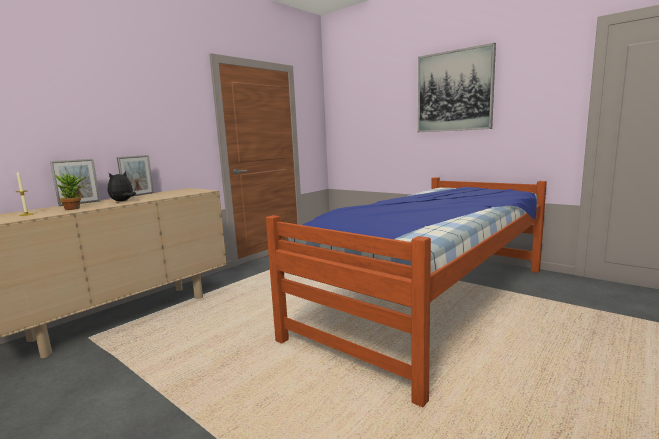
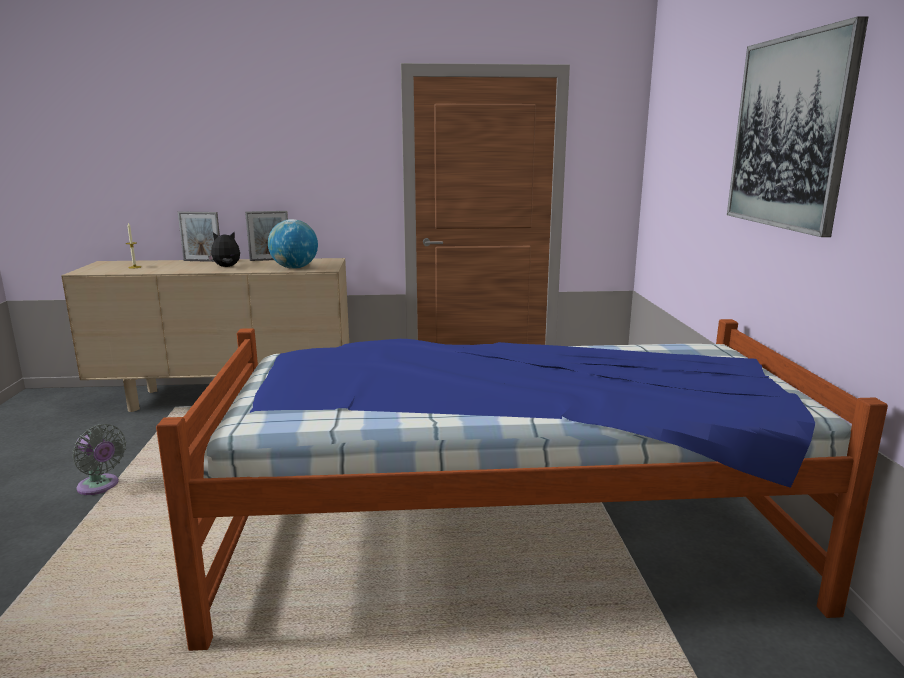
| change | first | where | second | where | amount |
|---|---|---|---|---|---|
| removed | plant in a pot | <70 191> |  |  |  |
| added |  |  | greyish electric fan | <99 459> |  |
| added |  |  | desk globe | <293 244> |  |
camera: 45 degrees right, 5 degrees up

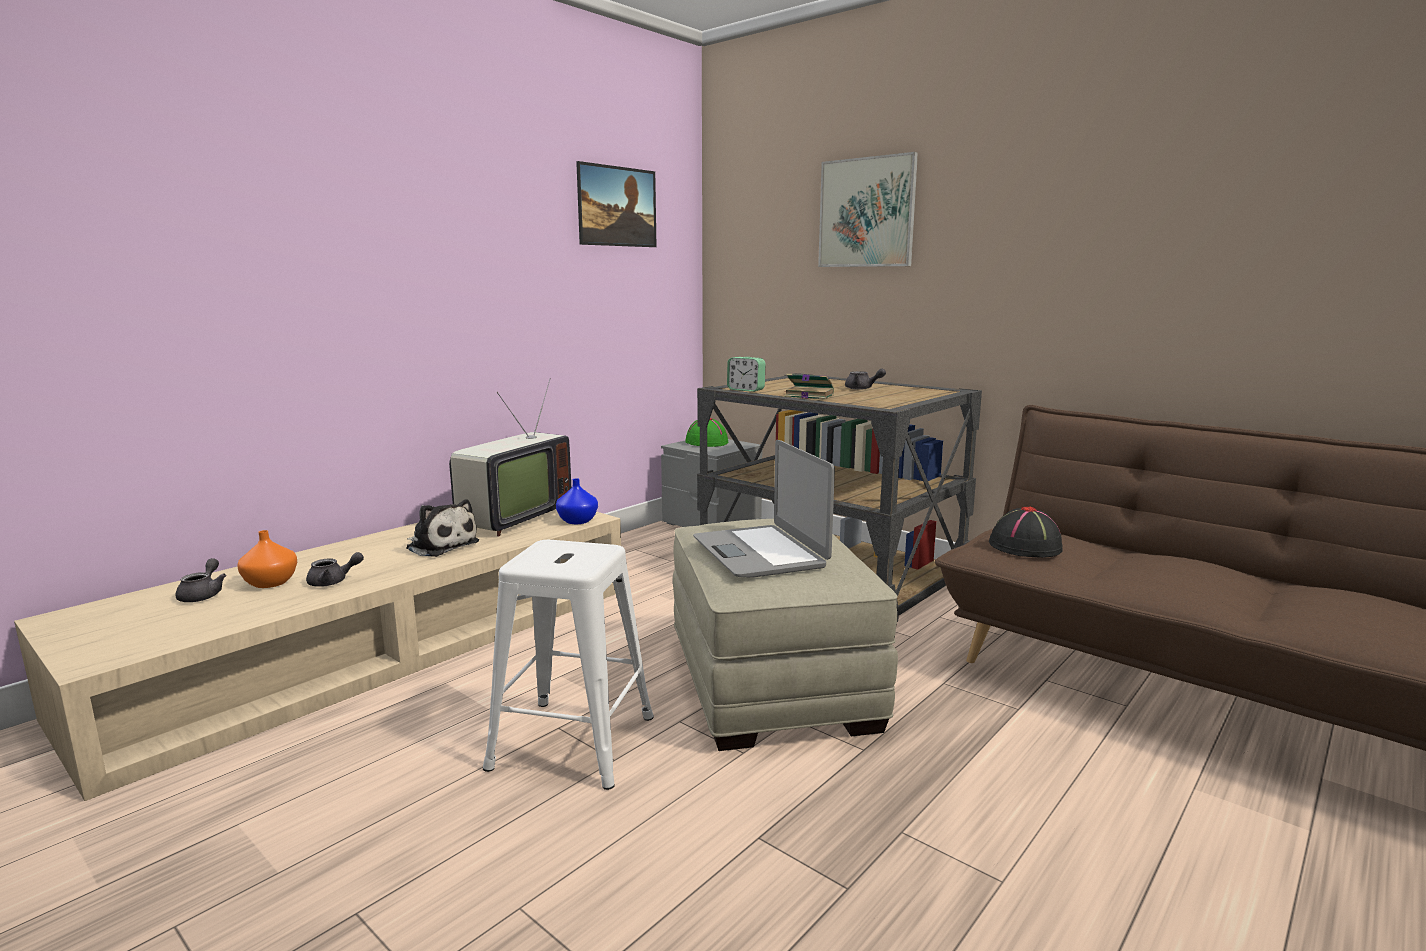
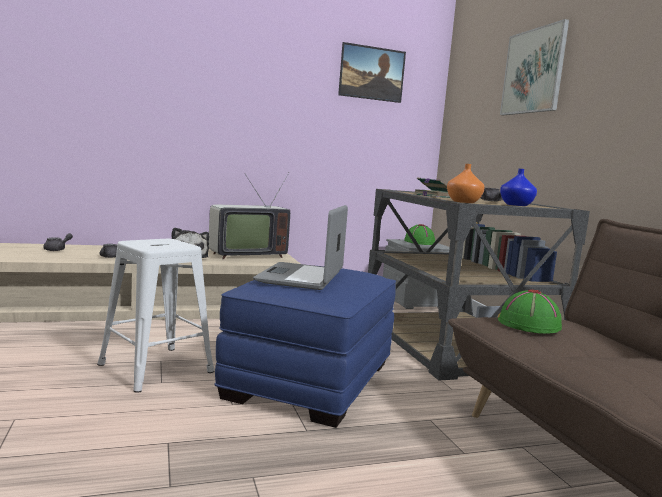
| change | first | where | second | where | amount |
|---|---|---|---|---|---|
| moved | orangey decorative vase | <267 559> |  | <466 183> |  |
| moved | bluish decorative vase | <577 501> |  | <518 187> |  |
| recoloured | beige-coloured pouffe | <785 635> | bluish pouffe | <305 347> |  |
| removed | table clock | <746 374> |  |  |  |
| recoloured | black hat | <1026 532> | green-coloured hat | <530 311> |  |
camera: 30 degrees right, 5 degrees down

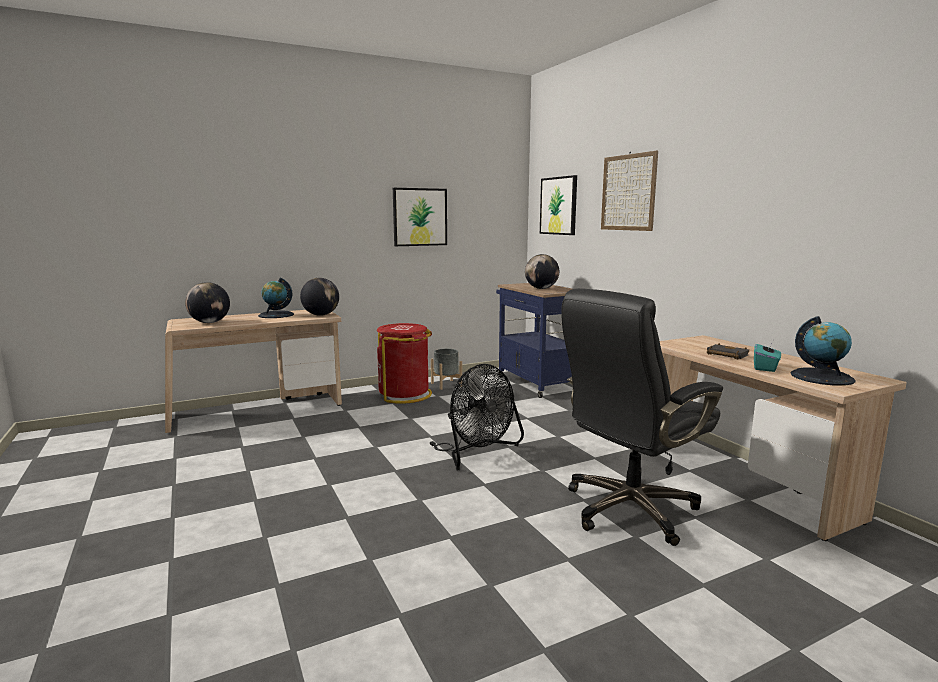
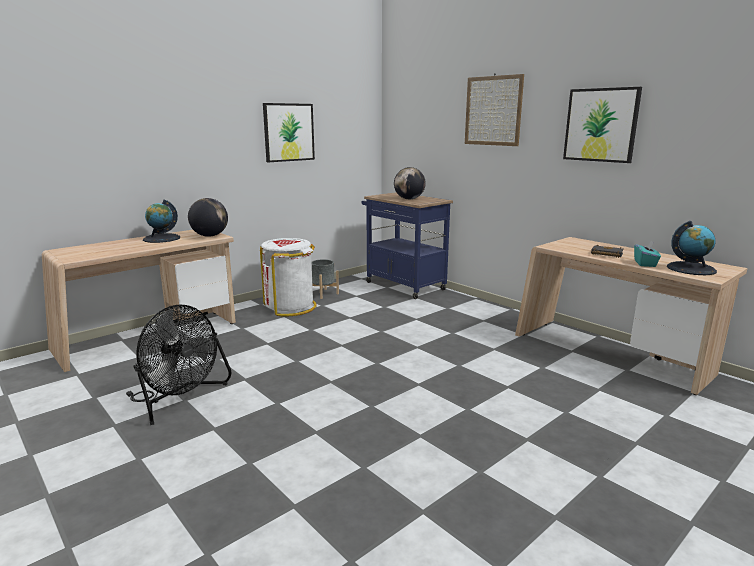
| change | first | where | second | where | amount |
|---|---|---|---|---|---|
| removed | desk globe | <207 302> |  |  |  |
| recoloured | red-coloured waste bin | <404 363> | white waste bin | <288 277> |  |
| moved | black electric fan | <477 417> |  | <178 365> |  |
| moved | wall art | <558 205> |  | <602 125> |  |
| removed | black office chair | <642 417> |  |  |  |
camera: 15 degrees left, 5 degrees up

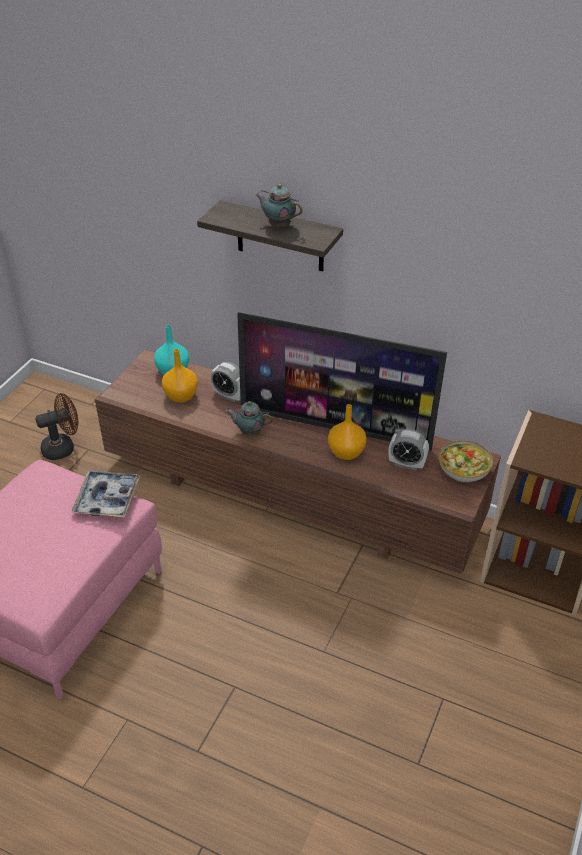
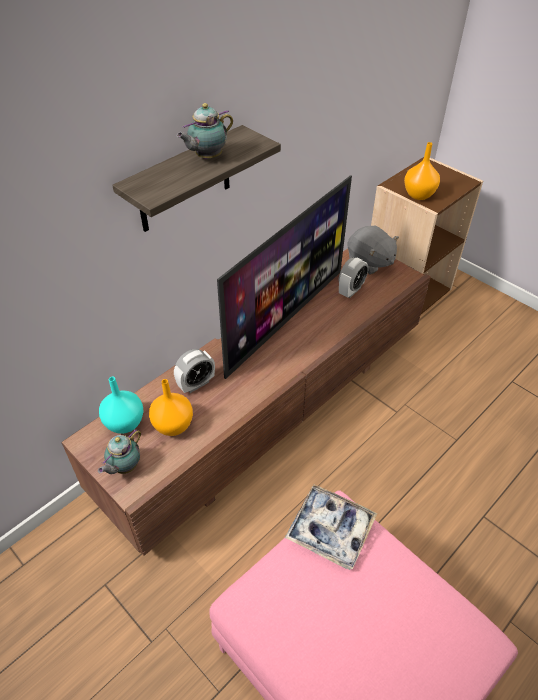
| change | first | where | second | where | amount |
|---|---|---|---|---|---|
| removed | brownish electric fan | <57 426> |  |  |  |
| moved | pot for tea | <249 418> |  | <119 451> |  |
| moved | orangey decorative vase | <347 432> |  | <422 171> |  |
| replaced | serving bowl | <466 461> | greyish cuddly toy | <373 250> |  |
camera: 70 degrees left, 5 degrees up

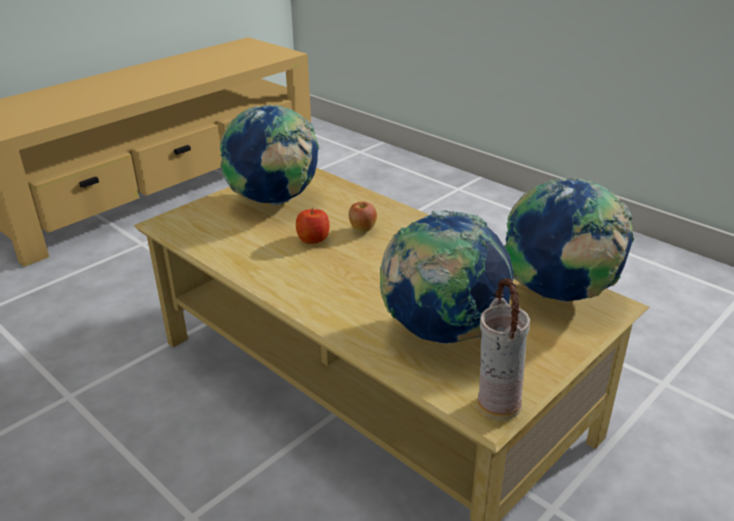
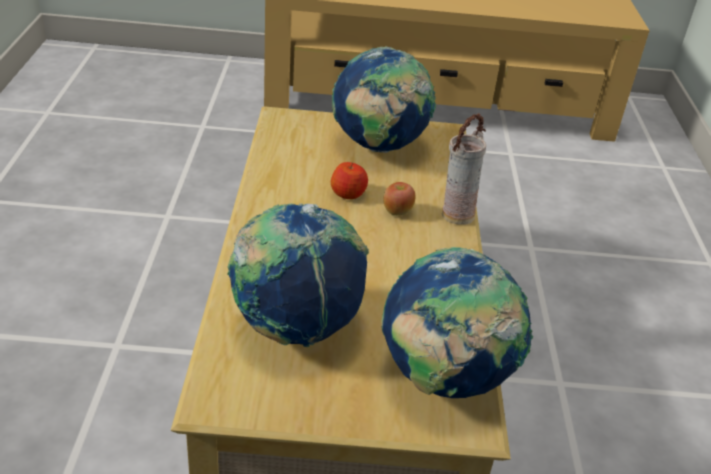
| change | first | where | second | where | amount |
|---|---|---|---|---|---|
| moved | decorative vase | <503 349> |  | <464 169> |  |
camera: 45 degrees right, 5 degrees up

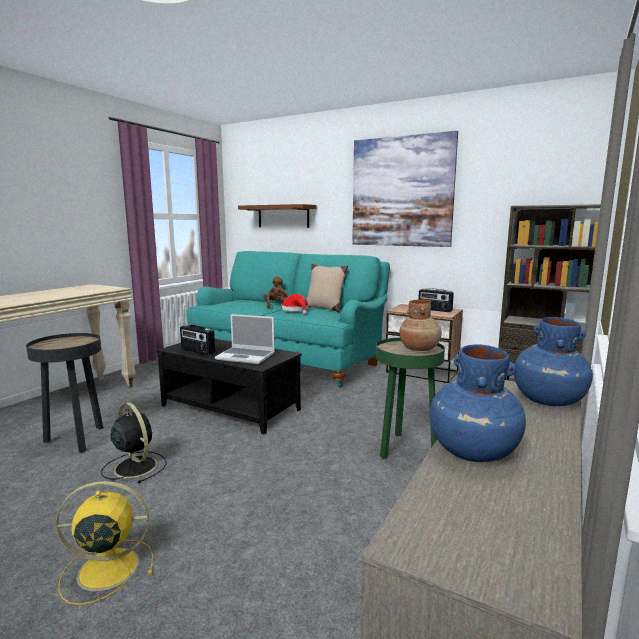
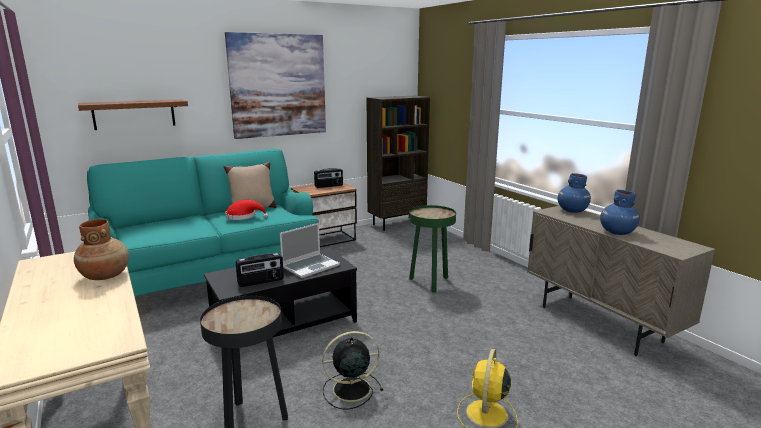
| change | first | where | second | where | amount |
|---|---|---|---|---|---|
| removed | brownish cuddly toy | <276 292> |  |  |  |
| moved | brownish decorative vase | <421 325> |  | <101 249> |  |
camera: 60 degrees left, 5 degrees up

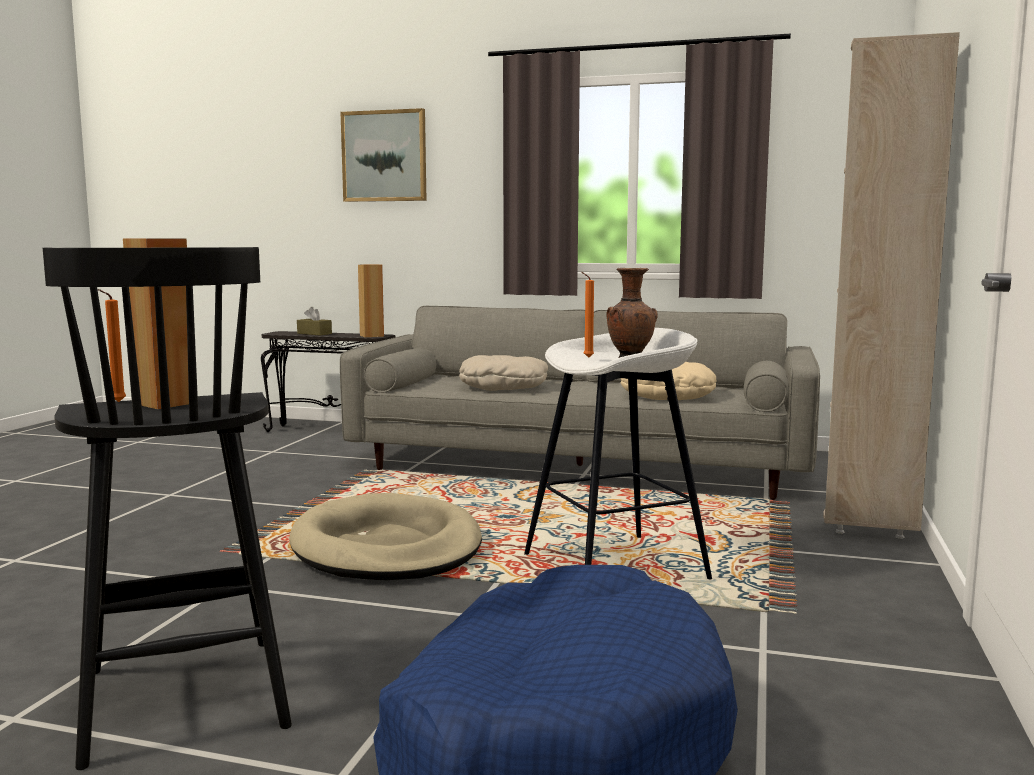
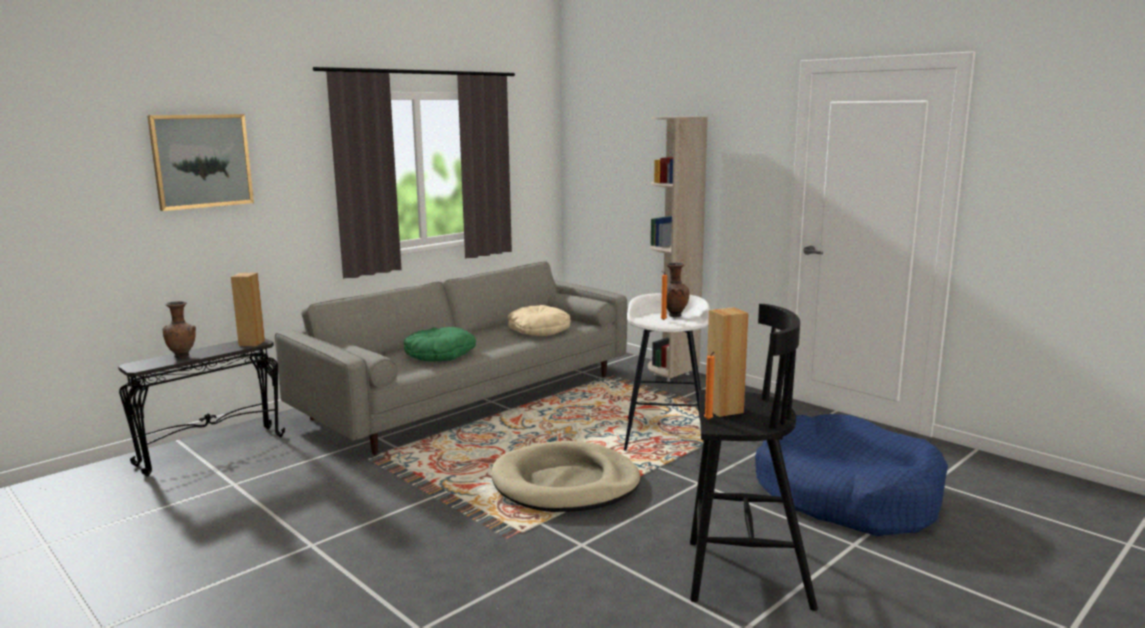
| change | first | where | second | where | amount |
|---|---|---|---|---|---|
| replaced | brownish tissue holder | <314 321> | brownish decorative vase | <179 330> |  |
| recoloured | beige-coloured cushion | <503 373> | green-coloured cushion | <440 344> |  |
camera: 60 degrees left, 5 degrees up

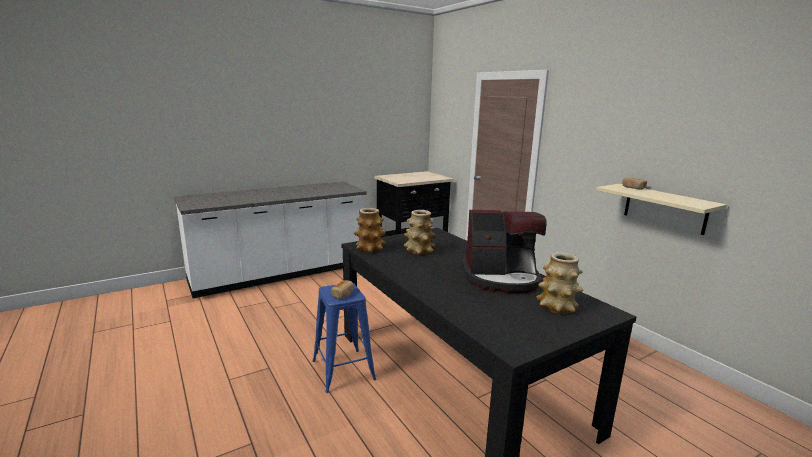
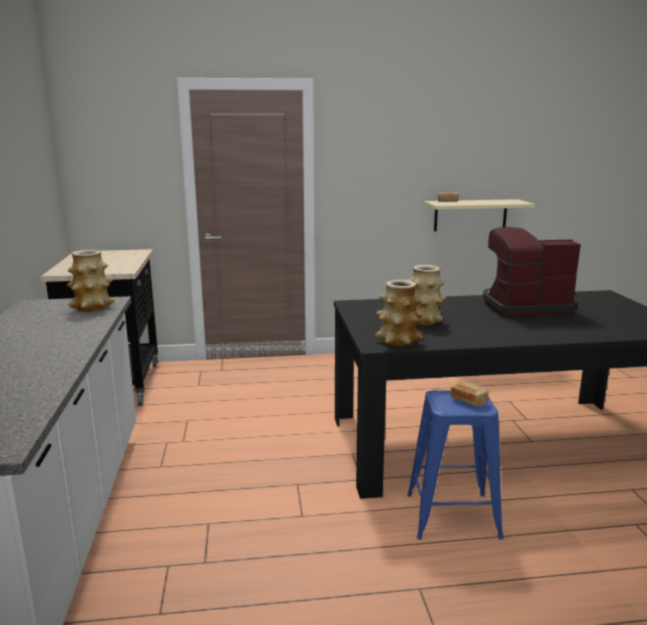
| change | first | where | second | where | amount |
|---|---|---|---|---|---|
| turned | coffee brewer | <503 251> |  | <532 272> | 120 degrees counterclockwise |
| moved | decorative vase | <559 283> |  | <91 281> |  |
camera: 65 degrees left, 0 degrees up

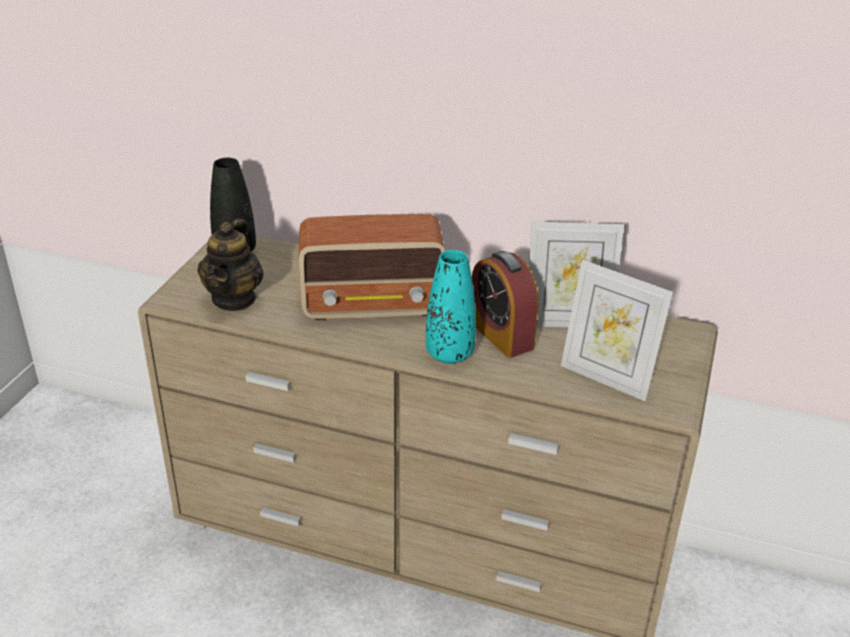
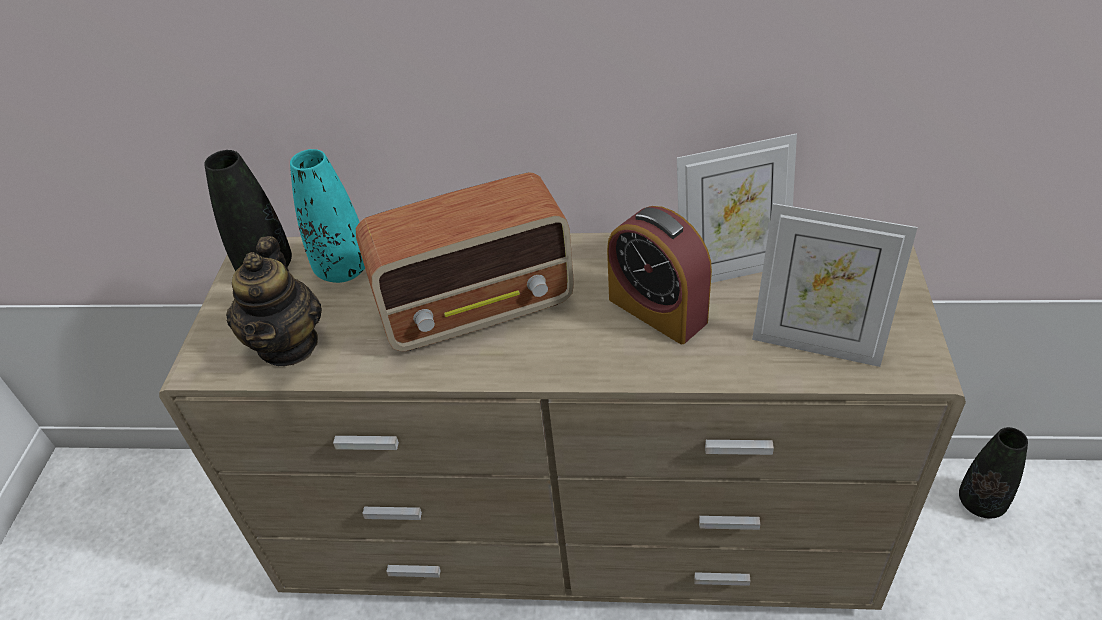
| change | first | where | second | where | amount |
|---|---|---|---|---|---|
| moved | turquoise decorative vase | <451 307> |  | <327 216> |  |
| added |  |  | black decorative vase | <993 473> |  |
camera: 10 degrees left, 10 degrees up

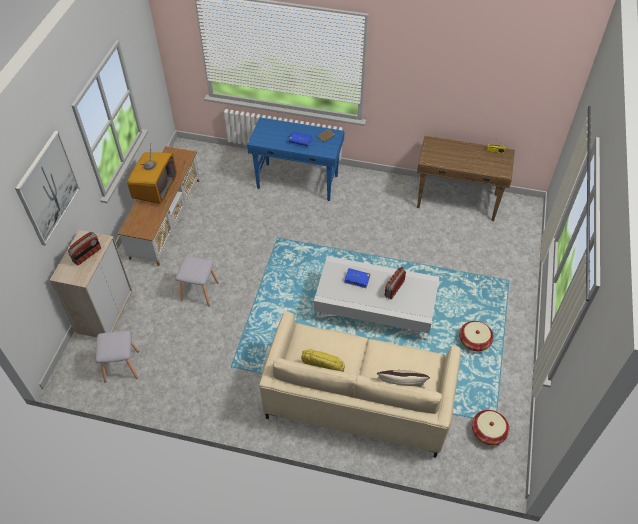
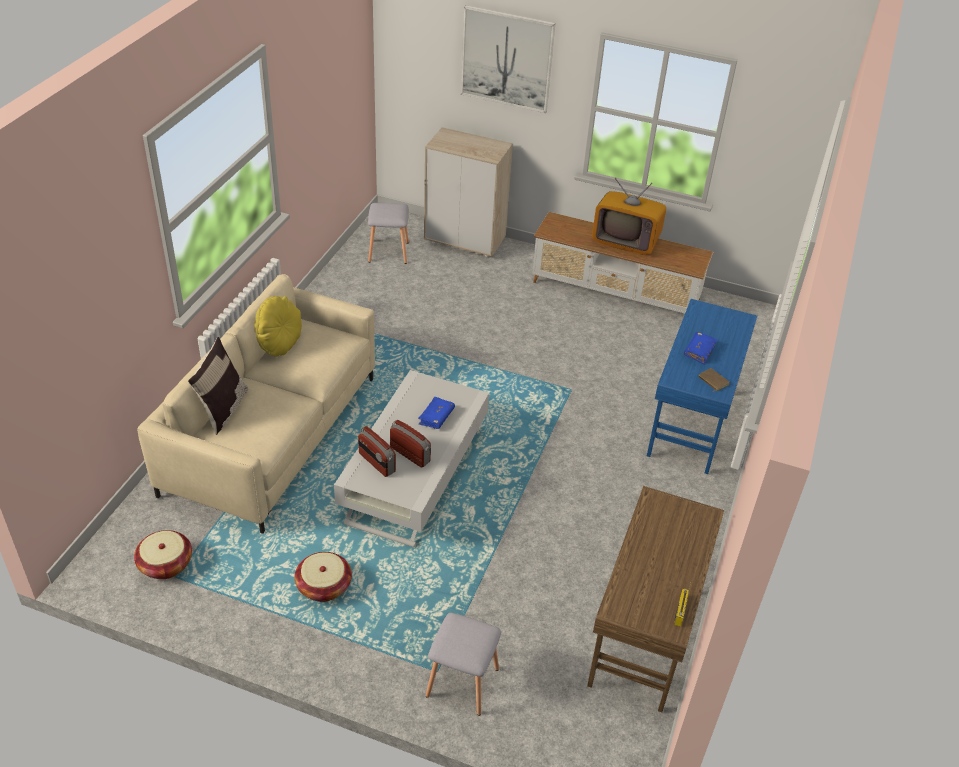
| change | first | where | second | where | amount |
|---|---|---|---|---|---|
| moved | radio set | <84 248> |  | <377 451> |  |
| moved | greyish stool | <197 281> |  | <463 664> |  |
camera: 95 degrees right, 10 degrees down

